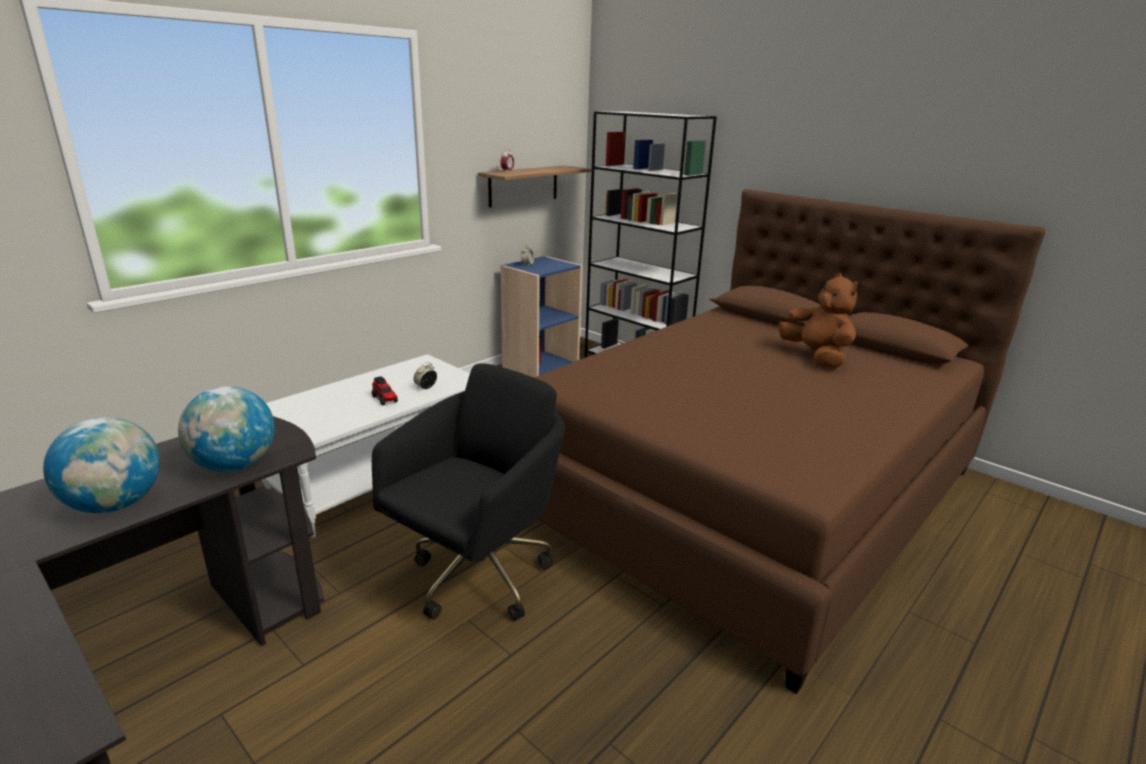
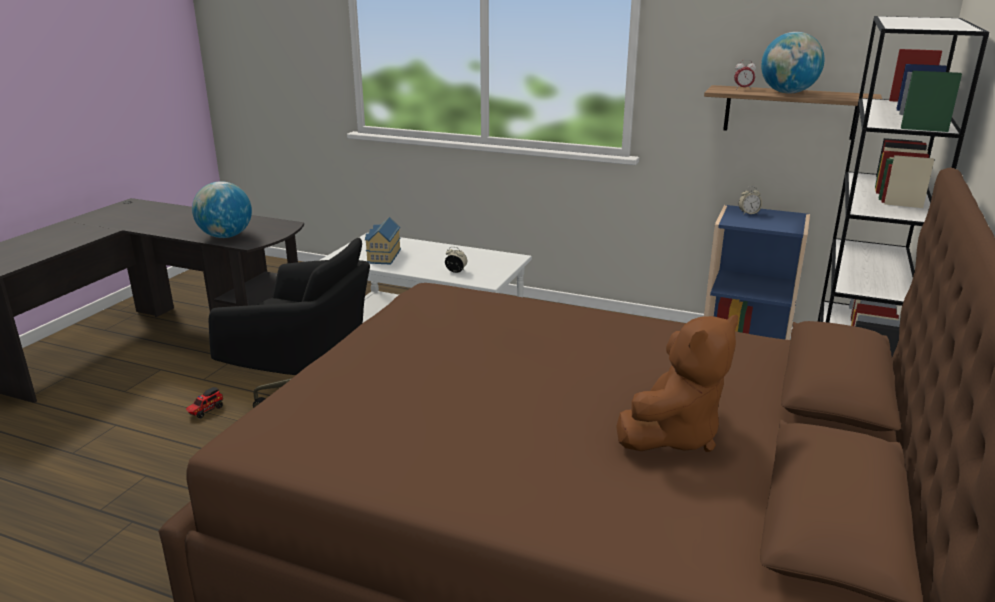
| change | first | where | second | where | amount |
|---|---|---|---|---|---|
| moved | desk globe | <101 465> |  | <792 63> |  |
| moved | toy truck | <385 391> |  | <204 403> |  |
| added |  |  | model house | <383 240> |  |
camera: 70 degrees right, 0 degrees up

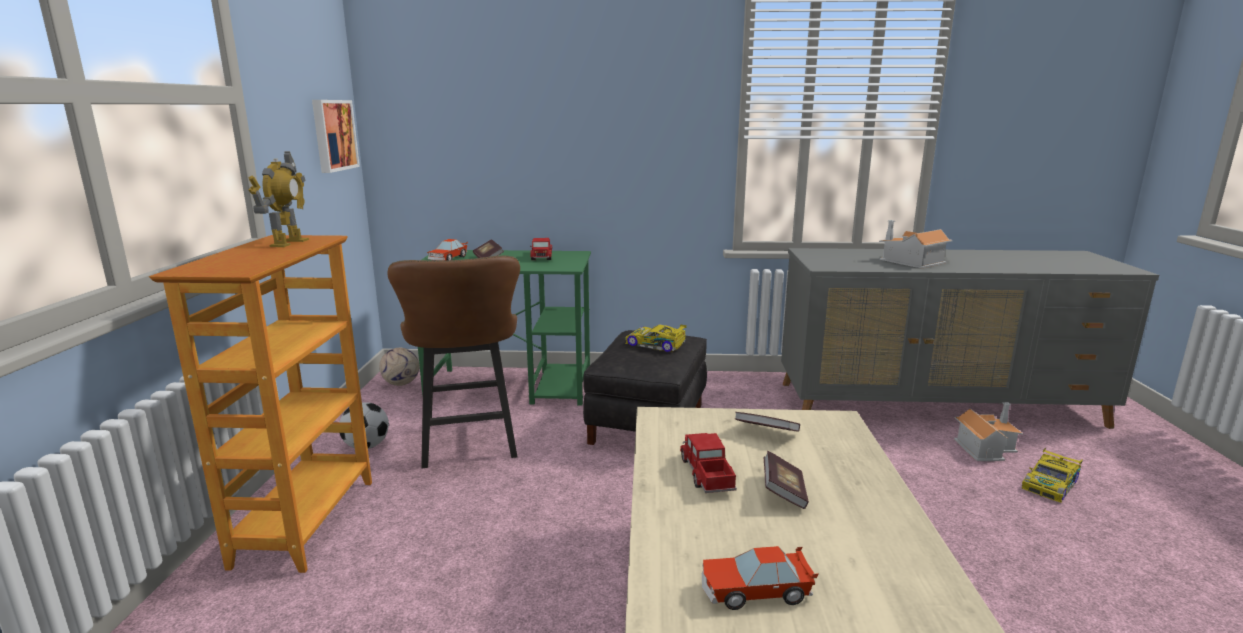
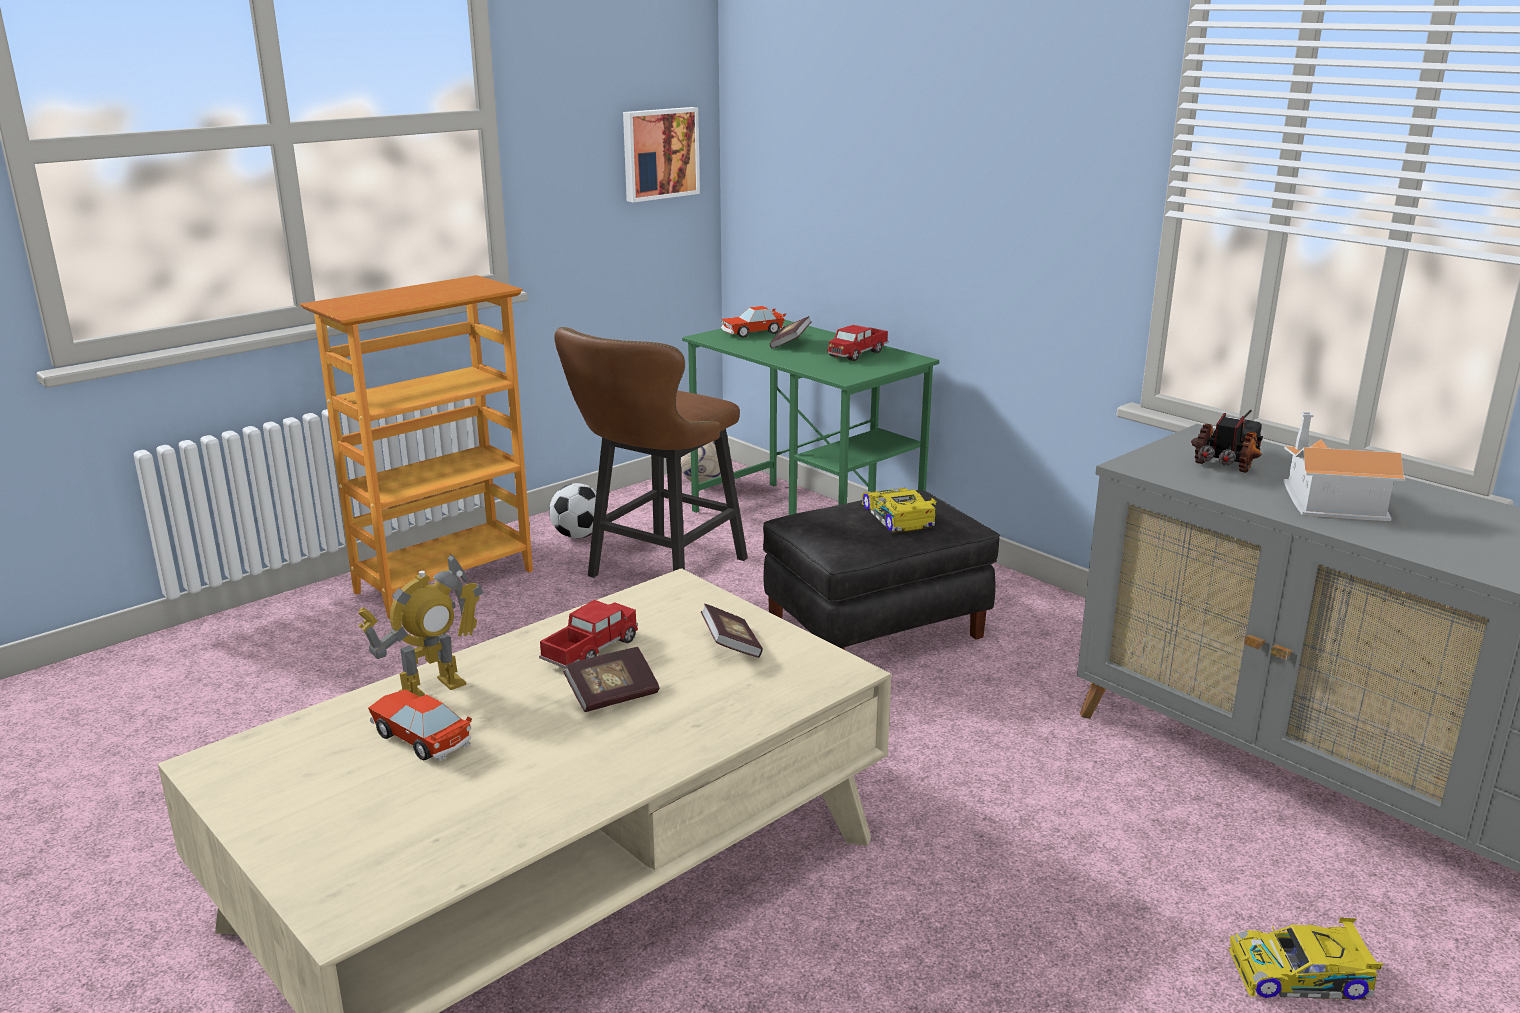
| change | first | where | second | where | amount |
|---|---|---|---|---|---|
| moved | model robot | <279 199> |  | <420 625> |  |
| removed | model house | <988 431> |  |  |  |
| added |  |  | toy truck | <1228 441> |  |
camera: 45 degrees right, 5 degrees up

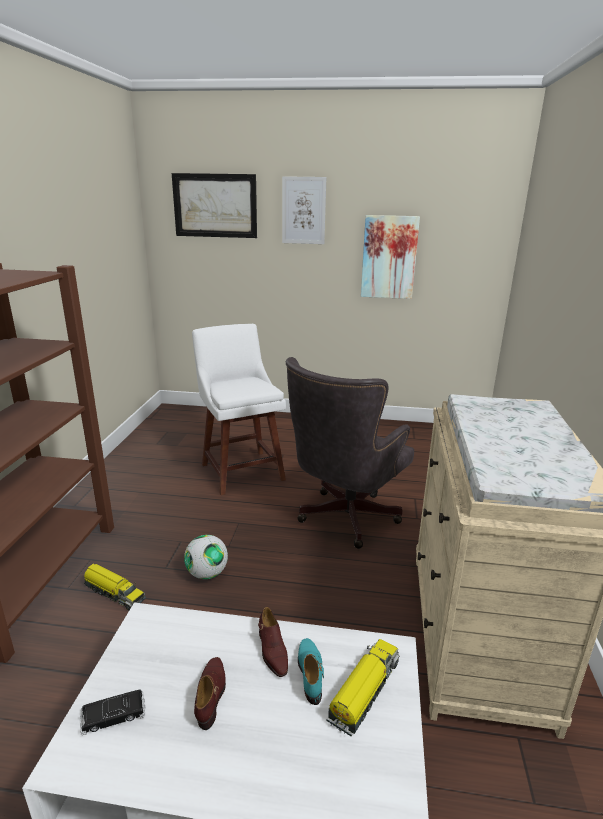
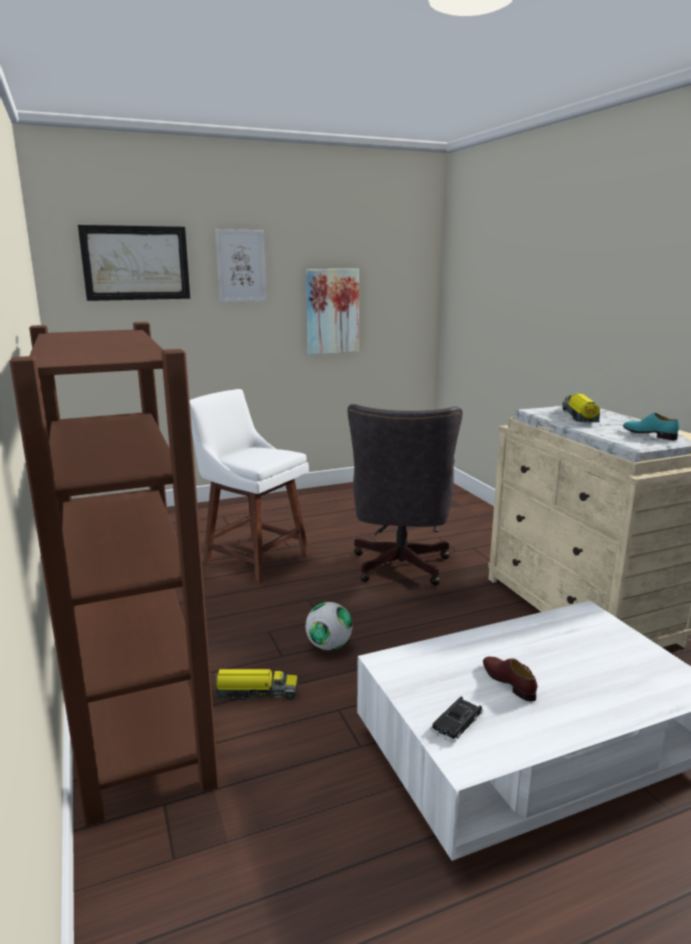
| change | first | where | second | where | amount |
|---|---|---|---|---|---|
| removed | brownish low shoe | <273 642> |  |  |  |
| moved | turquoise low shoe | <311 671> |  | <651 426> |  |
| moved | toy truck | <363 688> |  | <581 407> |  |
camera: 30 degrees left, 5 degrees down

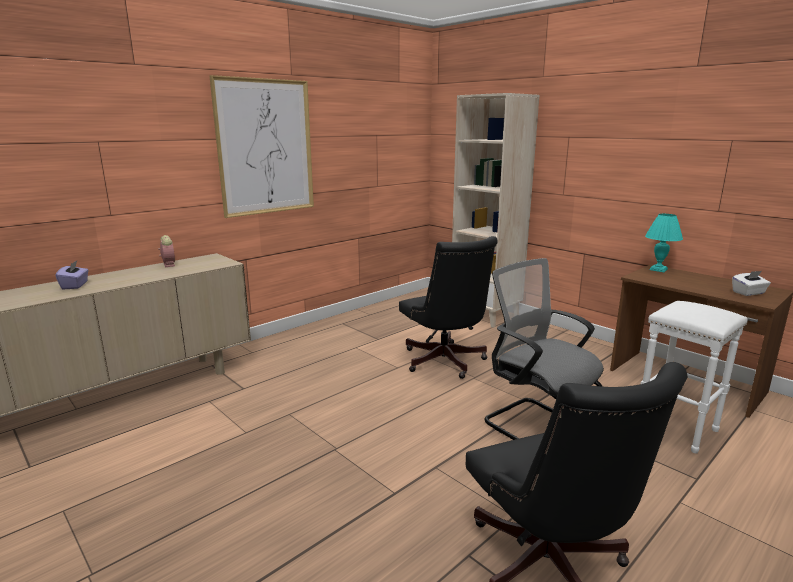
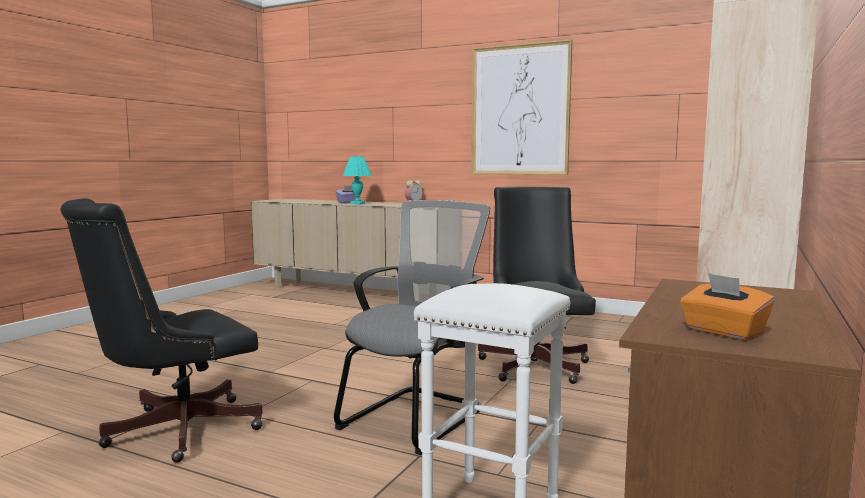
| change | first | where | second | where | amount |
|---|---|---|---|---|---|
| turned | black office chair | <448 307> |  | <537 285> | 135 degrees clockwise |
| moved | turquoise table lamp | <664 243> |  | <357 180> |  |
| recoloured | white tissue holder | <751 283> | orangey tissue holder | <727 306> |  |
camera: 70 degrees right, 10 degrees down

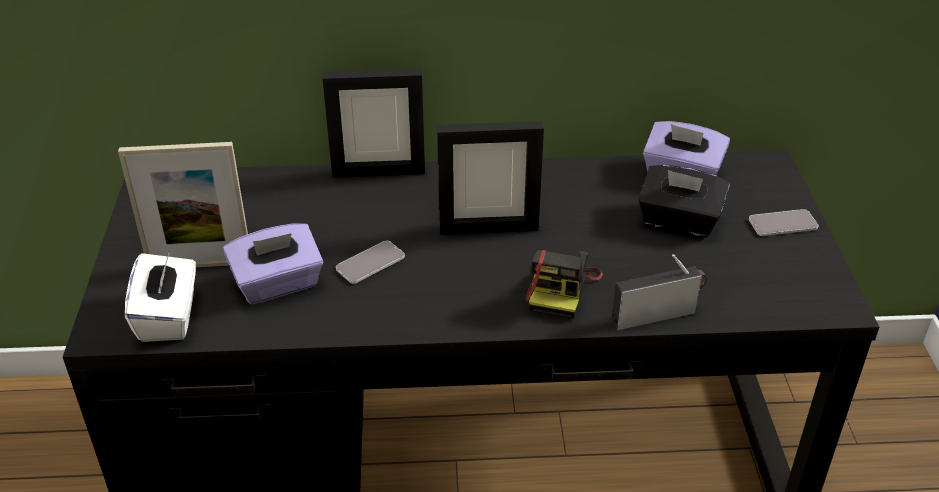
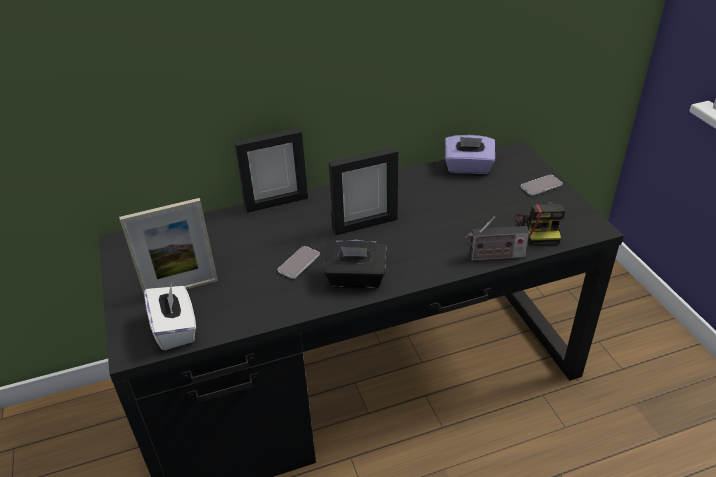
| change | first | where | second | where | amount |
|---|---|---|---|---|---|
| removed | purple-coloured tissue holder | <273 264> |  |  |  |
| moved | photo camera | <564 284> |  | <540 223> |  |
| turned | radio set | <659 292> |  | <497 238> | 150 degrees counterclockwise |
| moved | black tissue holder | <684 201> |  | <355 264> |  |
camera: 15 degrees left, 0 degrees up

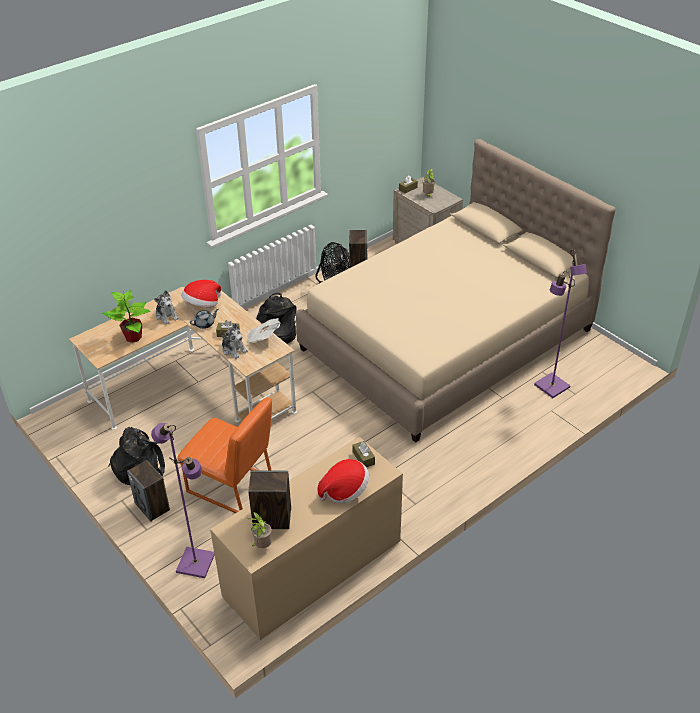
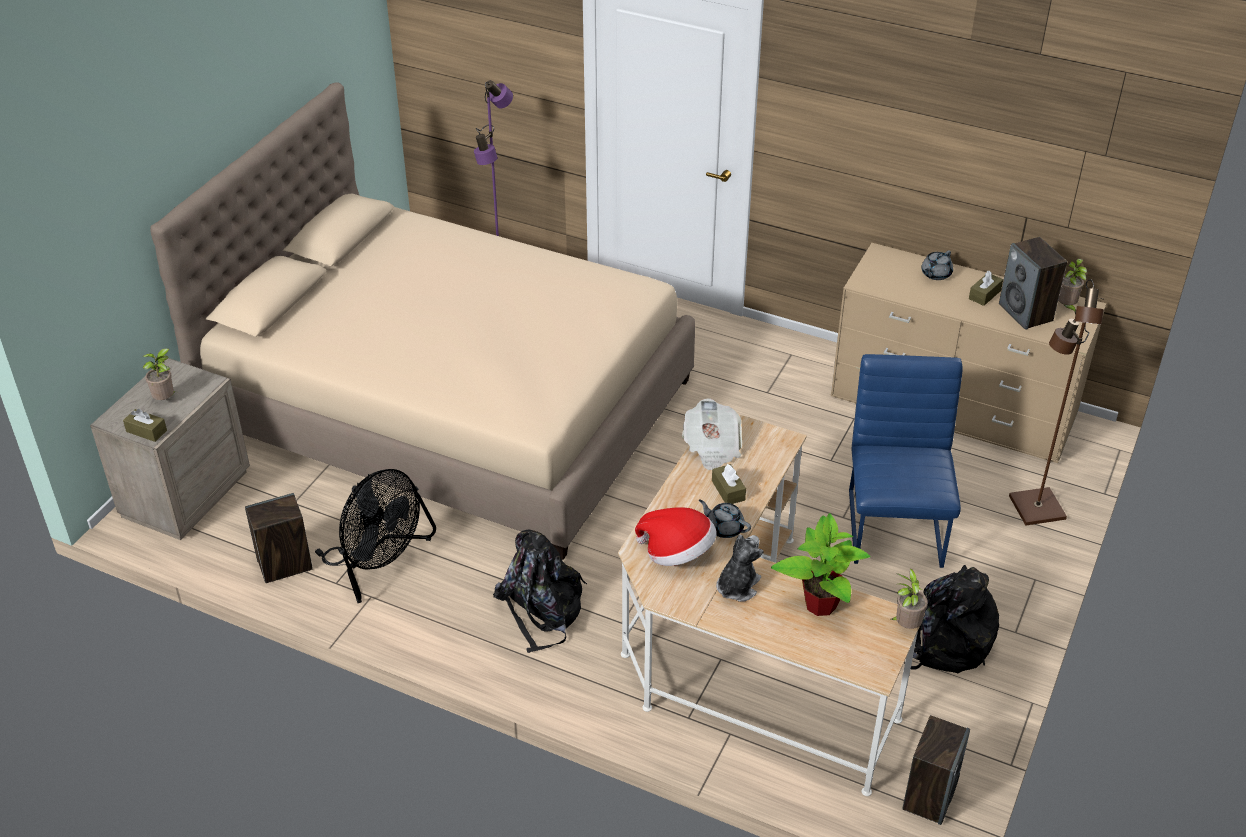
| change | first | where | second | where | amount |
|---|---|---|---|---|---|
| moved | loudspeaker | <148 491> |  | <936 770> |  |
| recoloured | purple-coloured standard lamp | <183 500> | brownish standard lamp | <1056 402> |  |
| recoloured | orangey upright chair | <224 455> | bluish upright chair | <906 461> |  |
| removed | cuddly toy | <234 341> |  |  |  |
| replaced | hat | <343 481> | greyish pot for tea | <937 265> |  |
| moved | brownish tissue holder | <363 454> |  | <986 288> |  |
| added |  |  | plant in a pot | <909 598> |  |
camera: 115 degrees left, 0 degrees up

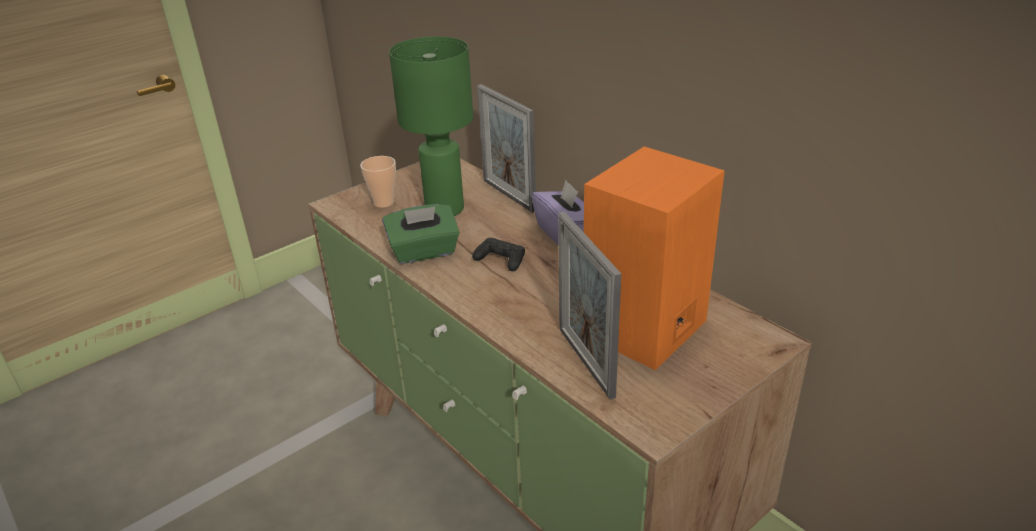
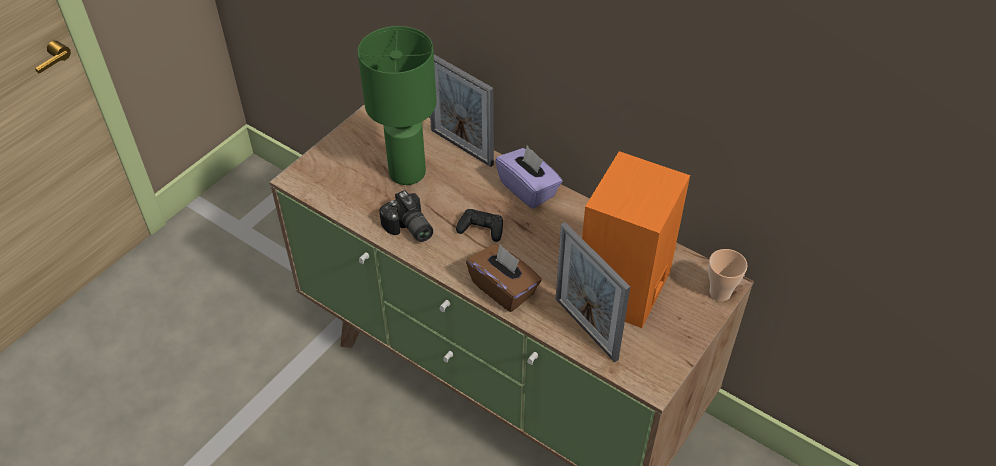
| change | first | where | second | where | amount |
|---|---|---|---|---|---|
| moved | cup | <378 182> |  | <728 275> |  |
| replaced | green-coloured tissue holder | <421 234> | photo camera | <406 216> |  |
| added |  |  | brownish tissue holder | <503 278> |  |
camera: 15 degrees left, 15 degrees up

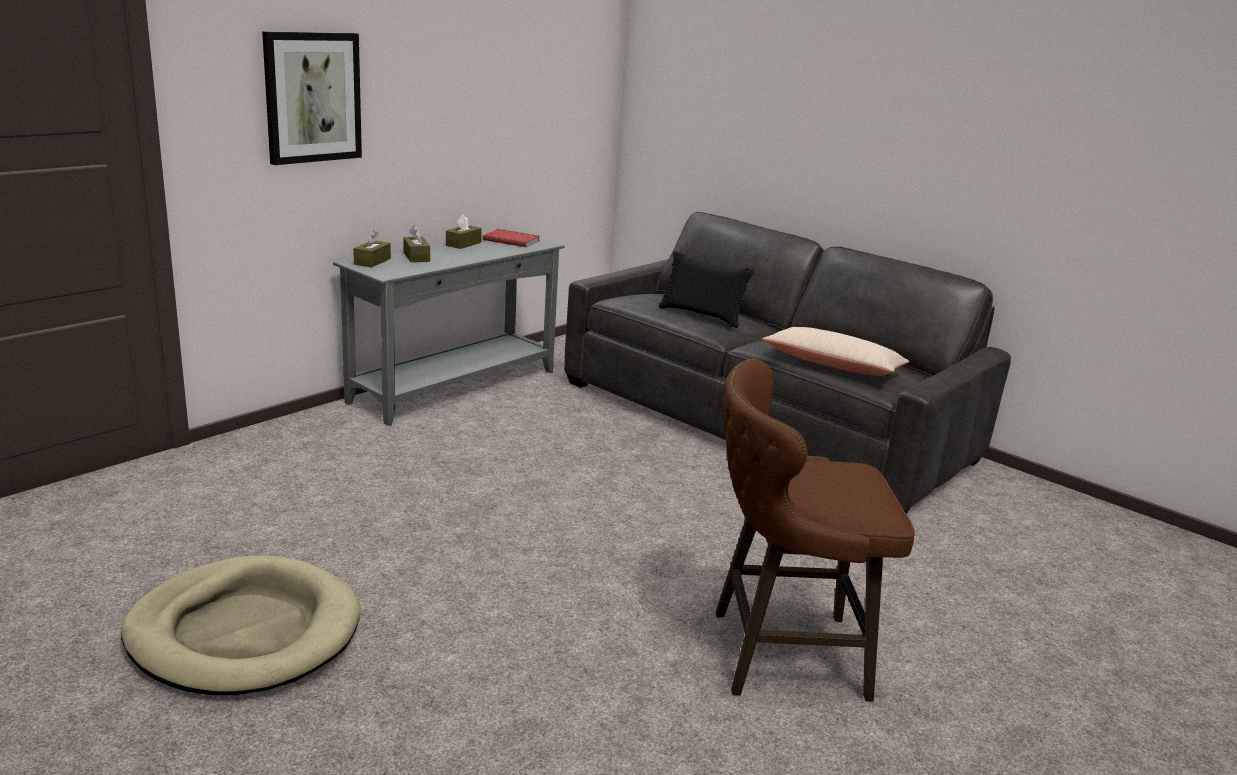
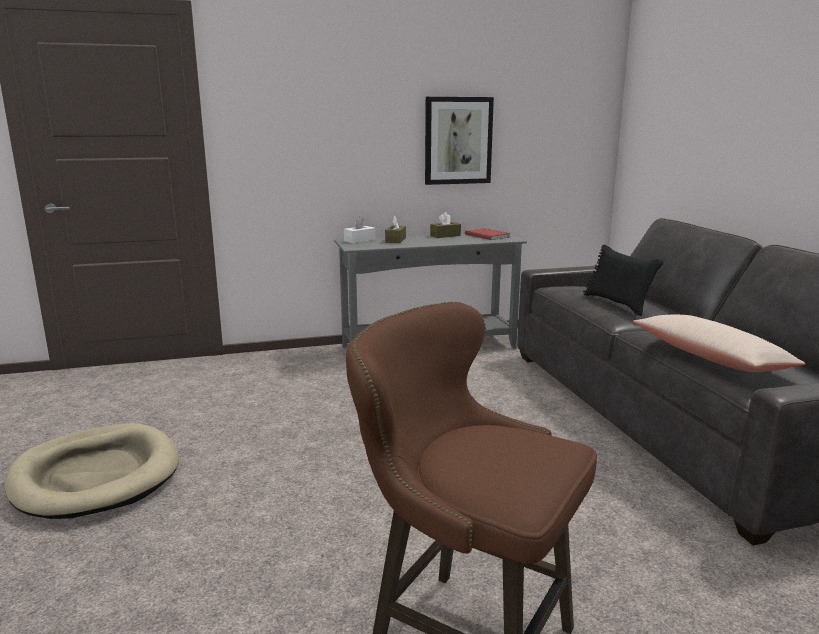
| change | first | where | second | where | amount |
|---|---|---|---|---|---|
| moved | wall art | <312 98> |  | <459 141> |  |
| recoloured | brownish tissue holder | <372 248> | white tissue holder | <360 229> |  |
camera: 35 degrees right, 5 degrees down

